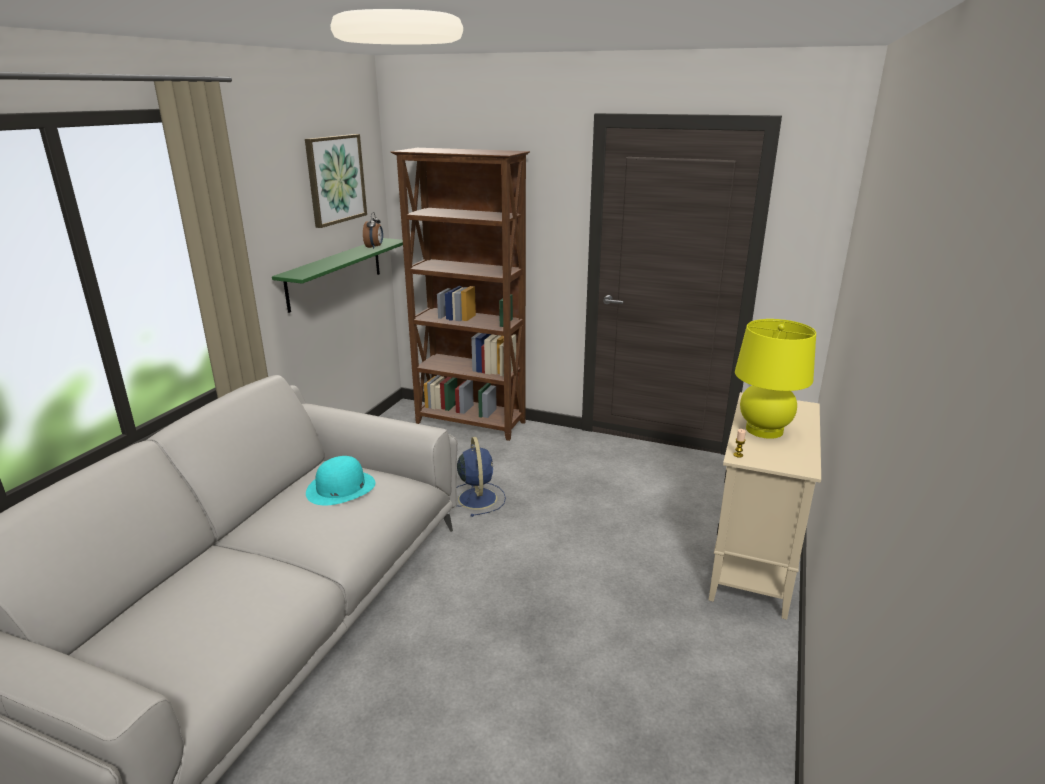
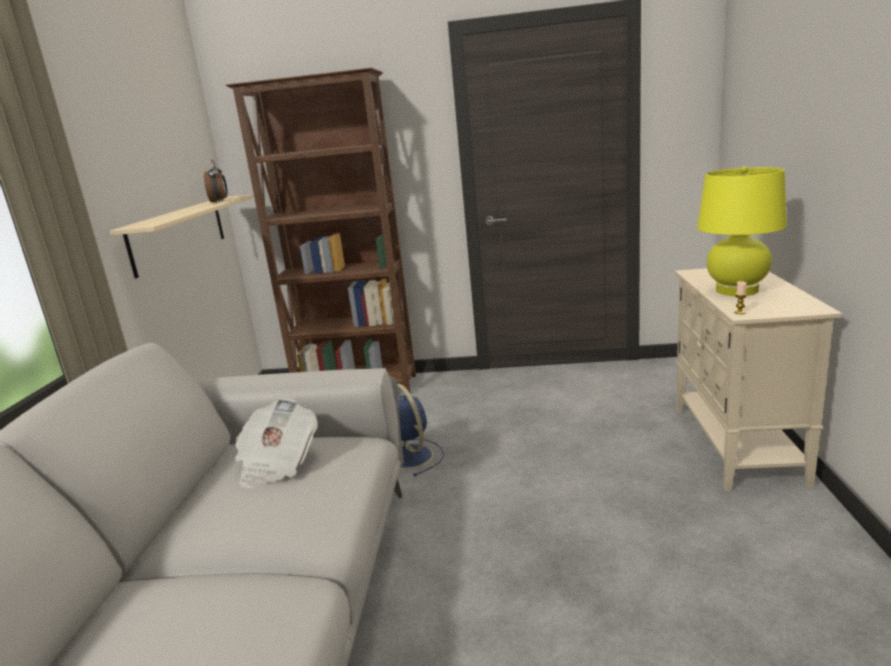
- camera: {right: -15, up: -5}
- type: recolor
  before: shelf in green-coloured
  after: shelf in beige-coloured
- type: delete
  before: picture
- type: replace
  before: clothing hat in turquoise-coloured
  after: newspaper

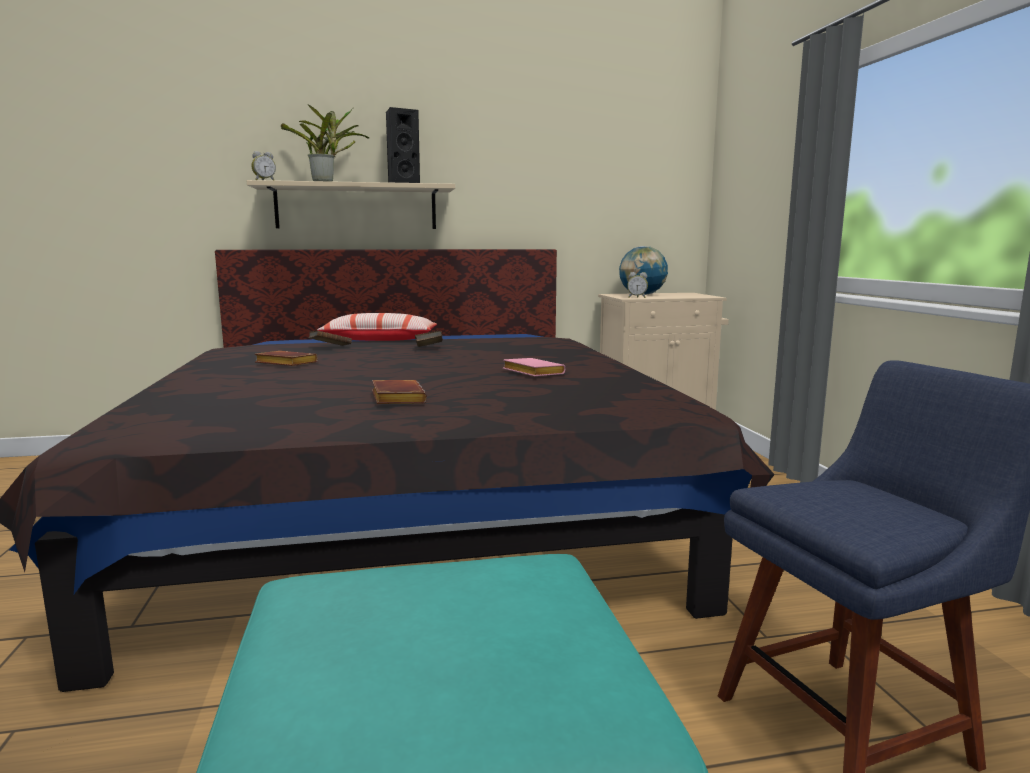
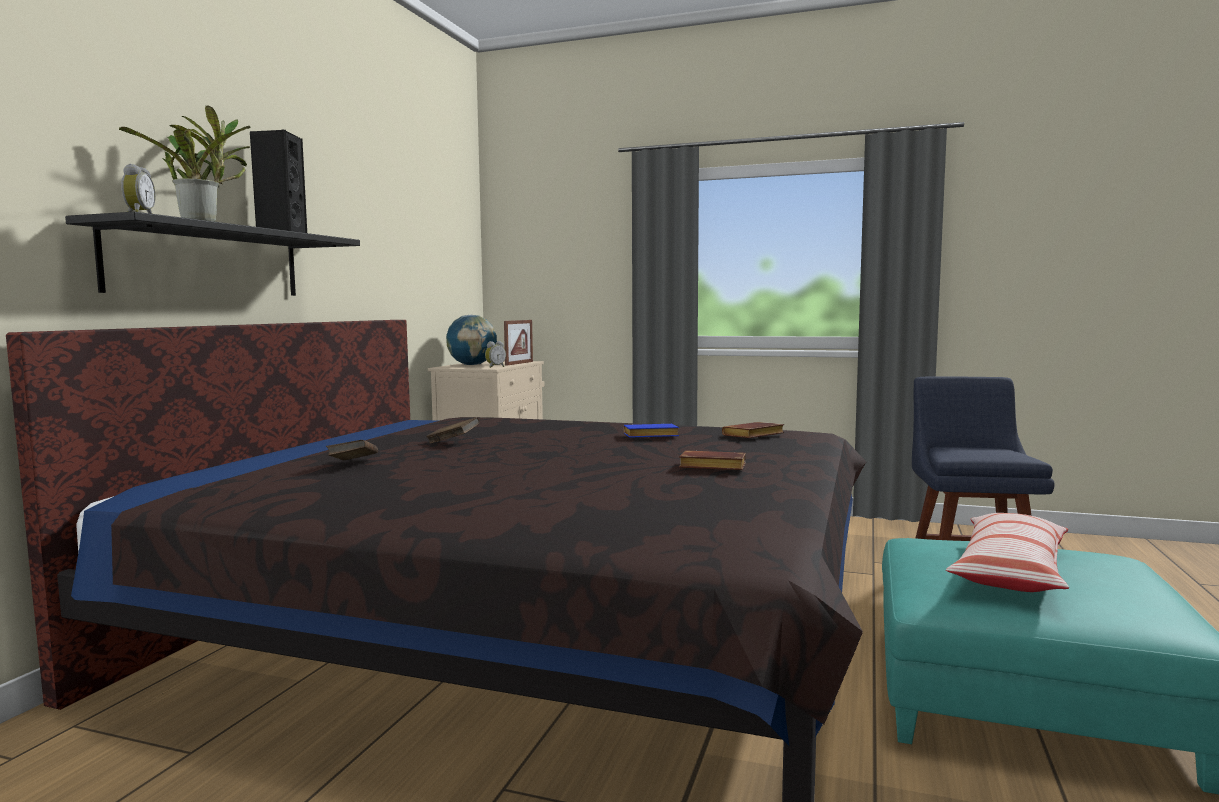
- camera: {right: -60, up: -5}
- type: recolor
  before: shelf in beige-coloured
  after: shelf in black
- type: move
  before: book in brown (1st from left in the first image)
  after: book in brown (4th from left)
- type: move
  before: cushion
- type: recolor
  before: book in pinkish
  after: book in blue
- type: insert
  after: picture frame

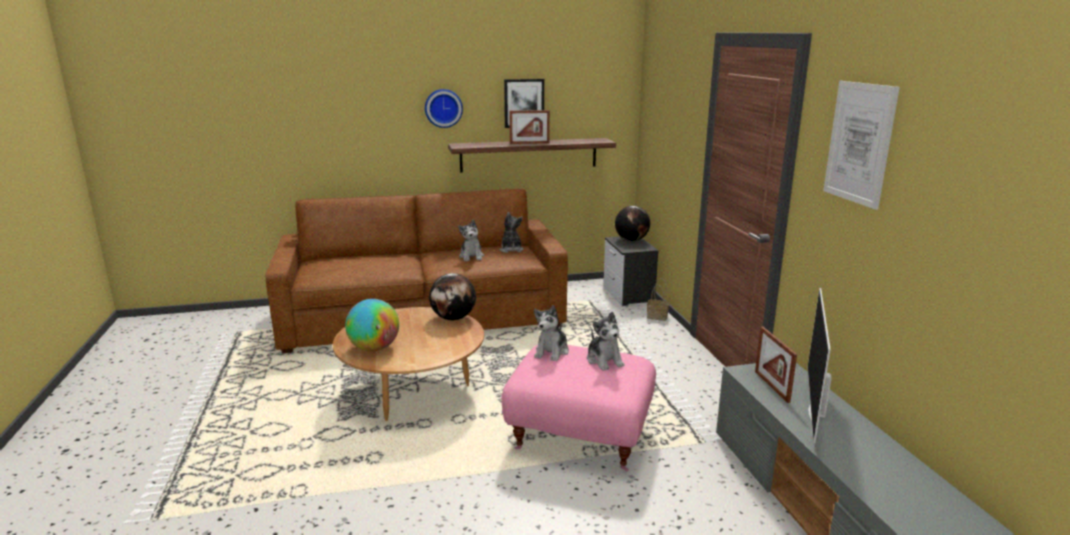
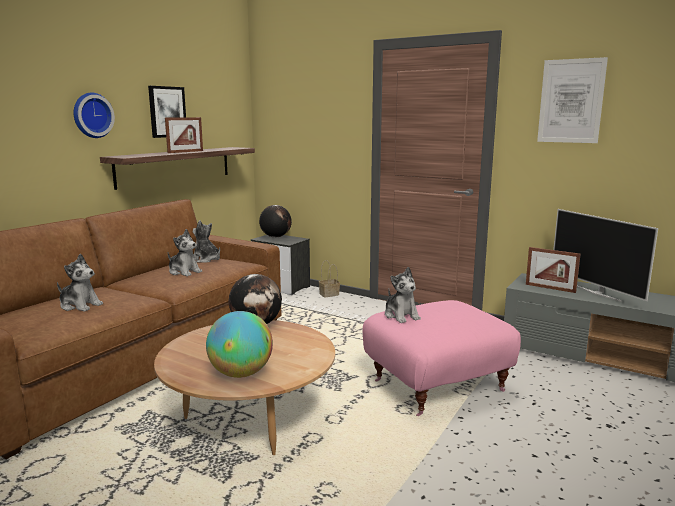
- camera: {right: -45, up: -5}
- type: move
  before: soft toy (4th from left in the first image)
  after: soft toy (1st from left)

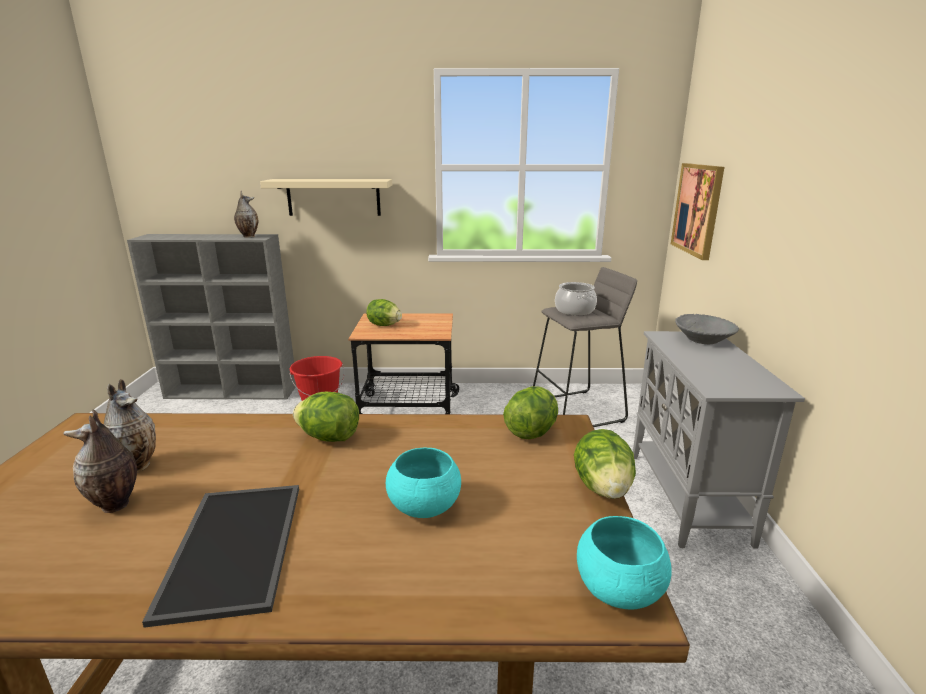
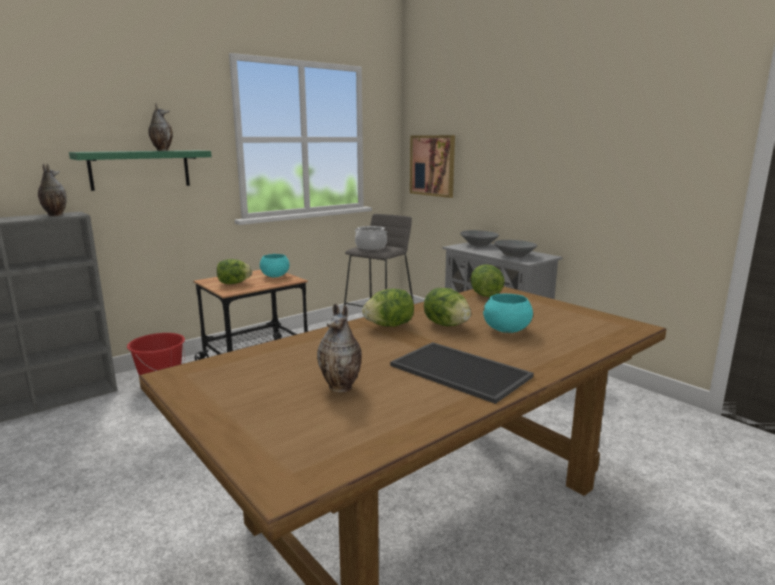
- camera: {right: -40, up: -5}
- type: move
  before: decorative vase (2nd from left)
- type: recolor
  before: shelf in beige-coloured
  after: shelf in green-coloured
- type: move
  before: lettuce head (4th from left in the first image)
  after: lettuce head (3rd from left)
- type: move
  before: bowl in turquoise-coloured (2nd from left in the first image)
  after: bowl in turquoise-coloured (1st from left)
- type: insert
  after: bowl in grey (2nd from left)

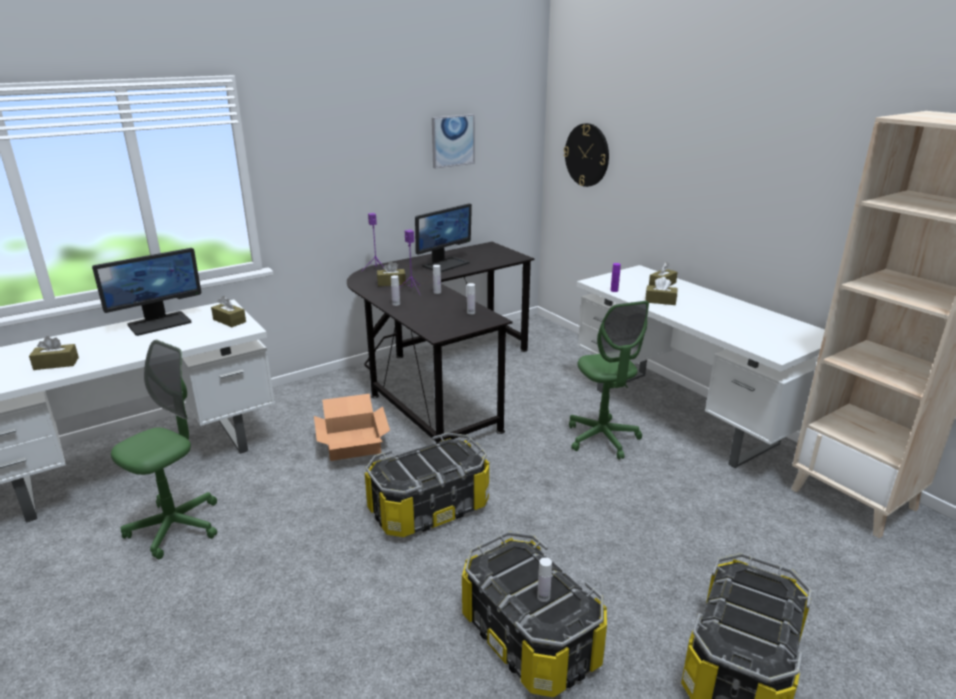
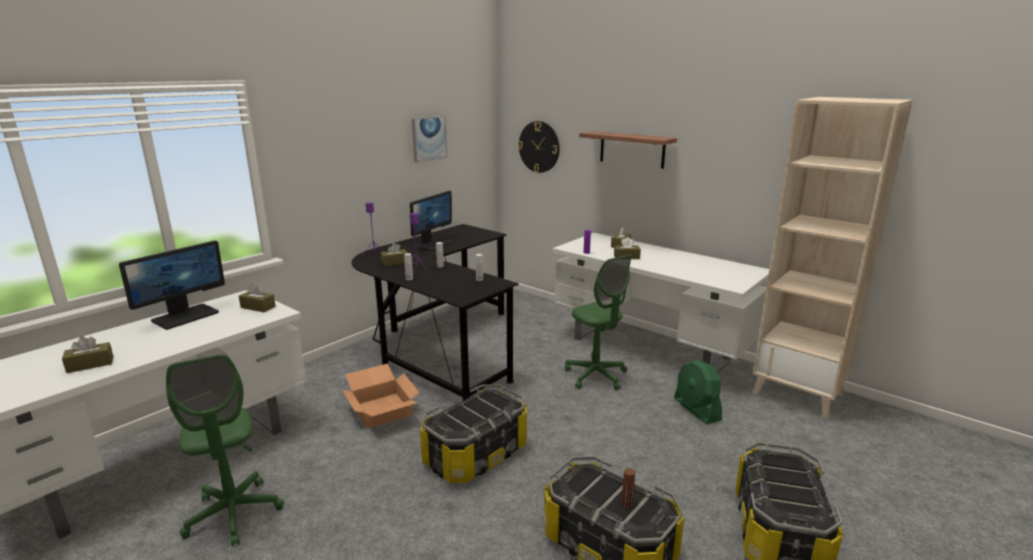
- camera: {right: -15, up: -5}
- type: rotate
  before: desk chair in green-coloured (1st from left)
  turn: 135
- type: recolor
  before: bottle in white-coloured (4th from left)
  after: bottle in brown
- type: insert
  after: shelf
- type: insert
  after: fan in green-coloured

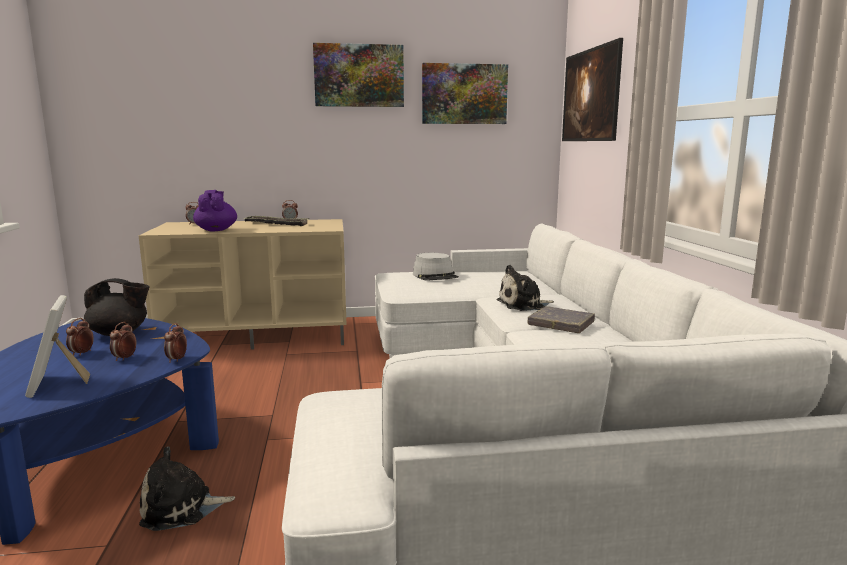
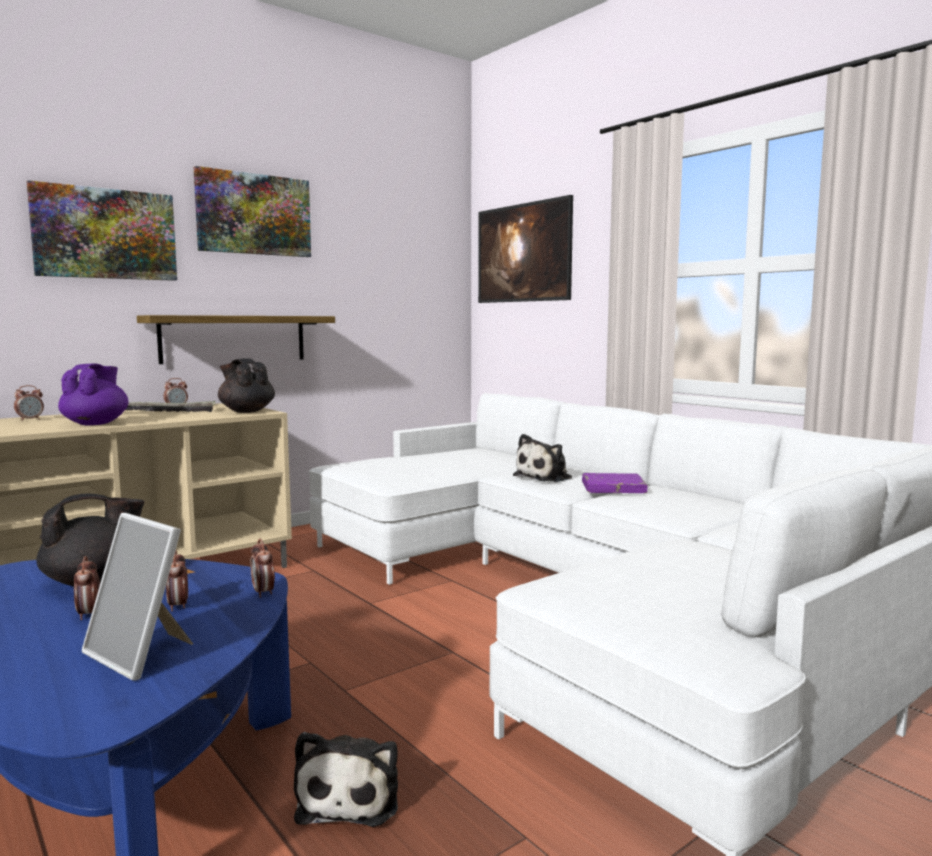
- camera: {right: -30, up: -5}
- type: rotate
  before: soft toy (1st from left)
  turn: -45
- type: rotate
  before: tea pot in purple-coloured
  turn: 45
- type: delete
  before: clothing hat in grey
- type: move
  before: picture (2nd from left in the first image)
  after: picture (1st from left)
- type: recolor
  before: book in grey
  after: book in purple-coloured
- type: insert
  after: shelf
- type: insert
  after: tea pot in black (2nd from left)

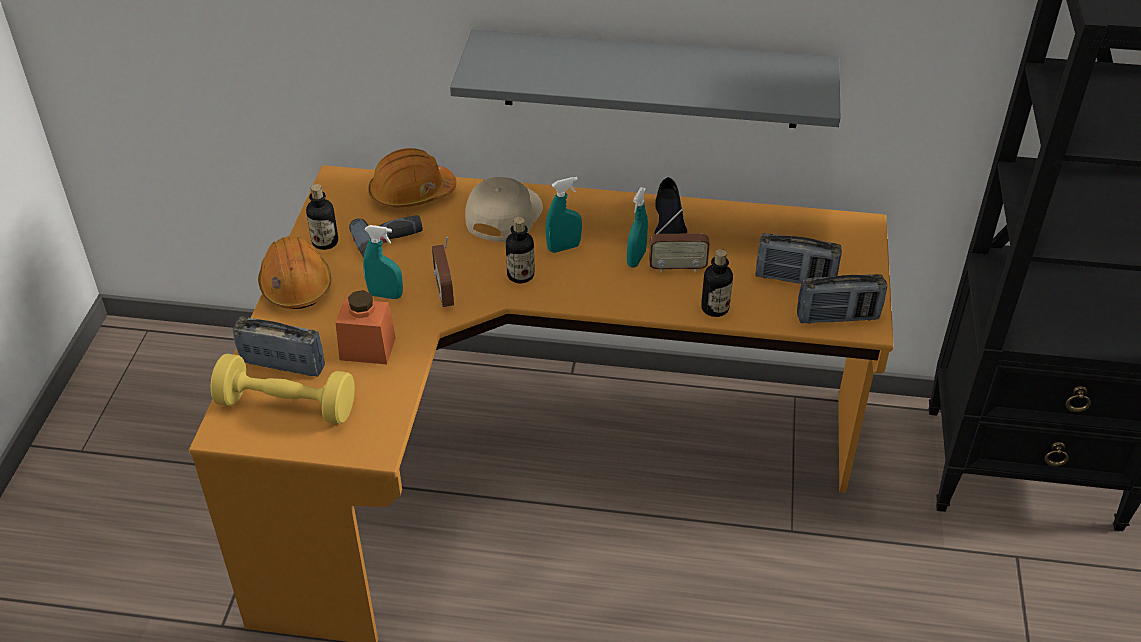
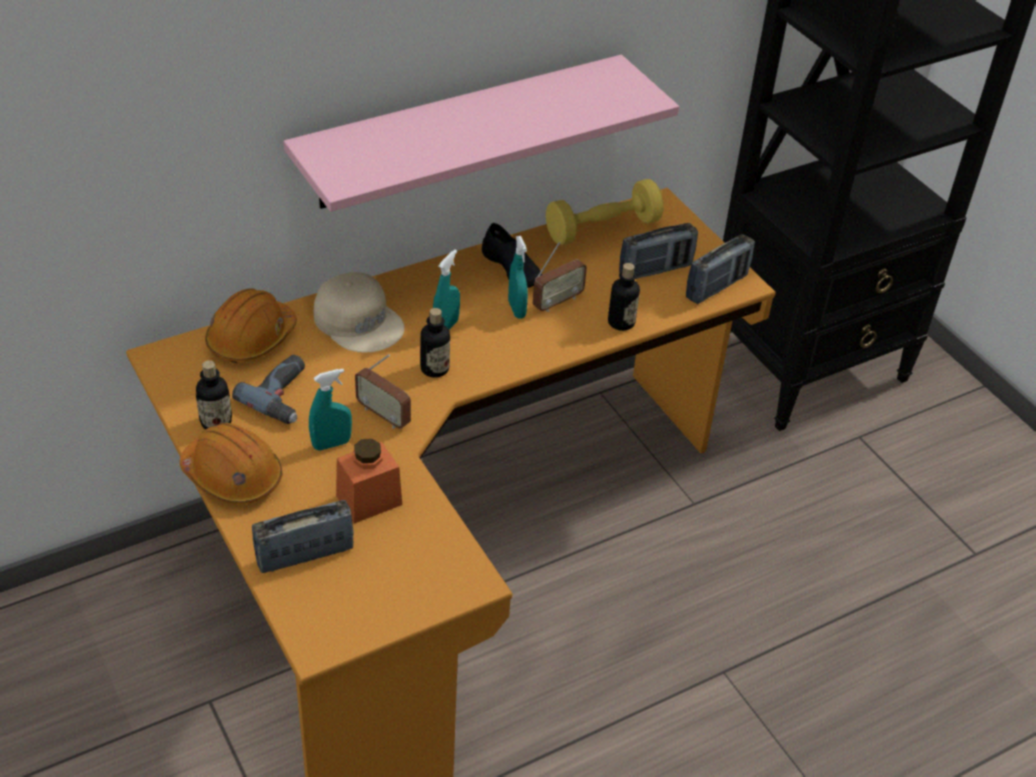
- camera: {right: -40, up: 0}
- type: move
  before: free weight in yellow
- type: recolor
  before: shelf in grey
  after: shelf in pinkish
- type: rotate
  before: baseball cap in beige-coloured
  turn: 150

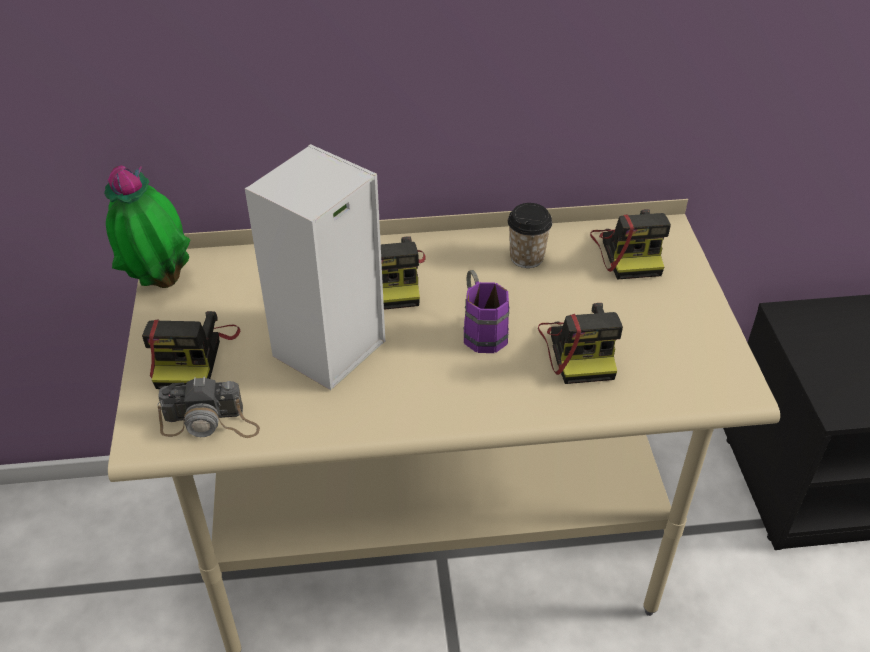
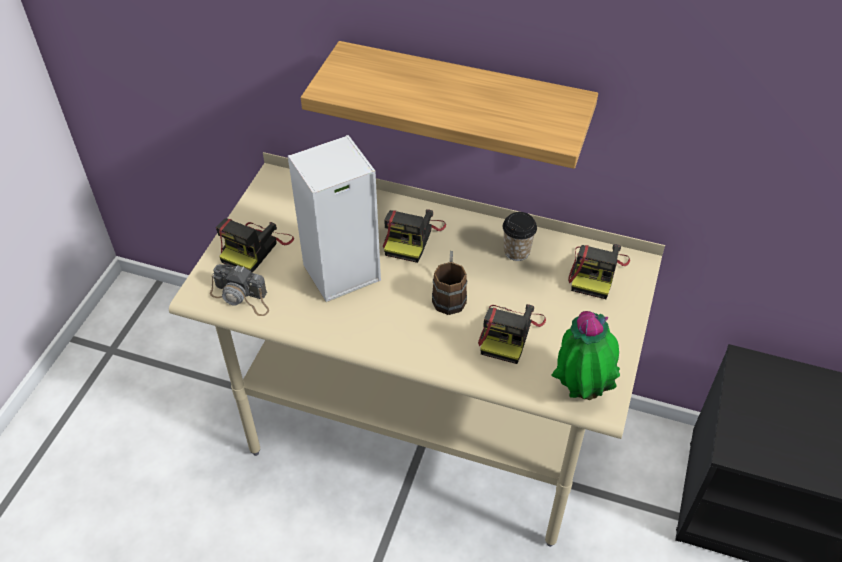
- camera: {right: 25, up: 5}
- type: move
  before: potted plant
- type: recolor
  before: mug in purple-coloured
  after: mug in brown
- type: insert
  after: shelf

